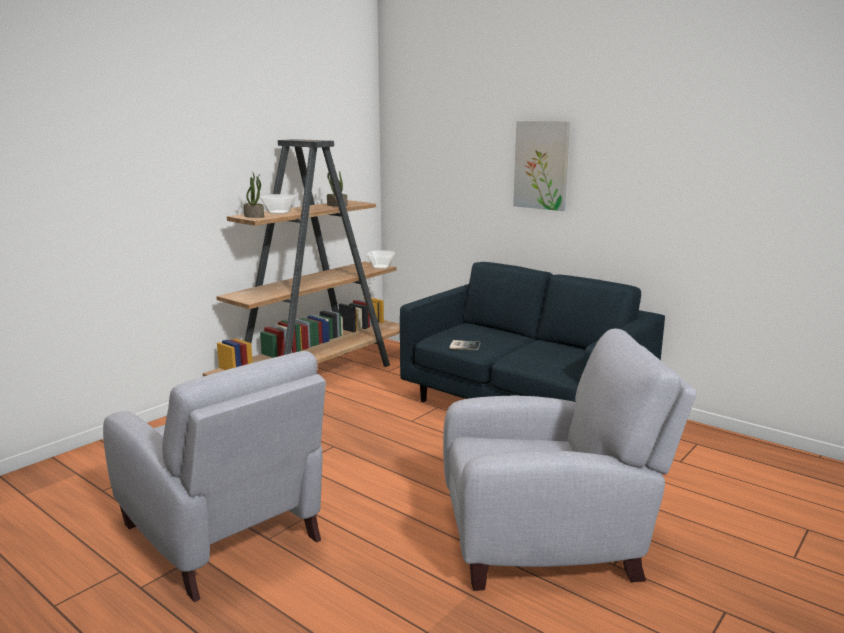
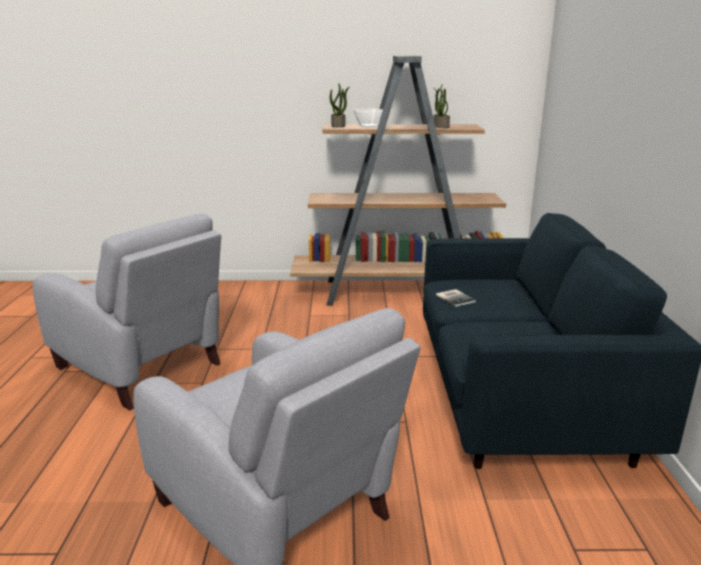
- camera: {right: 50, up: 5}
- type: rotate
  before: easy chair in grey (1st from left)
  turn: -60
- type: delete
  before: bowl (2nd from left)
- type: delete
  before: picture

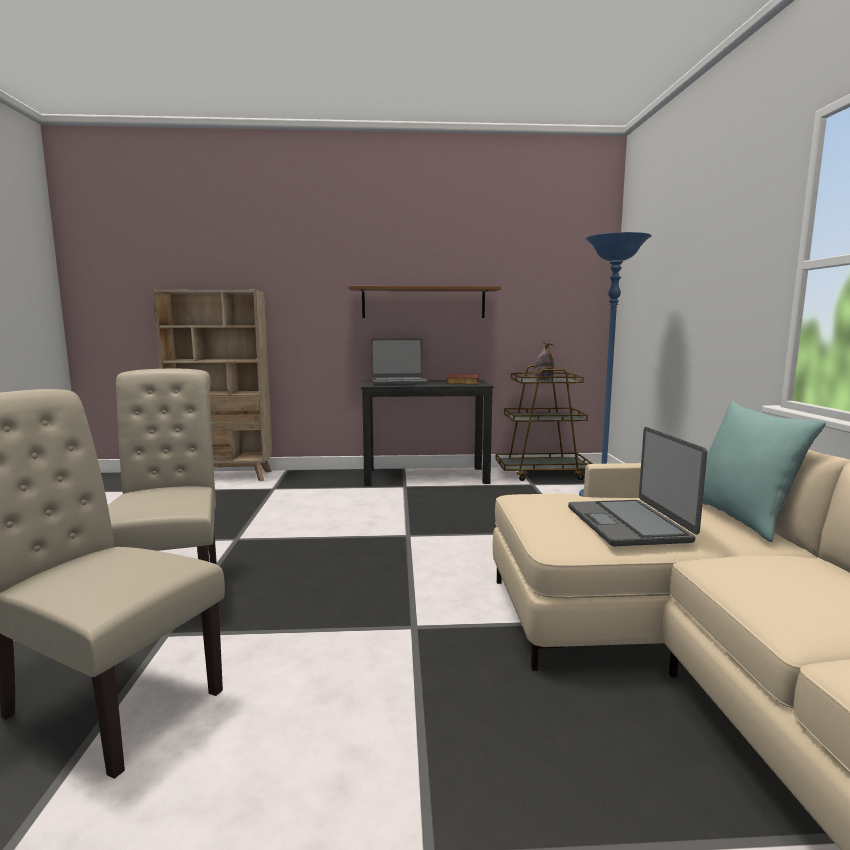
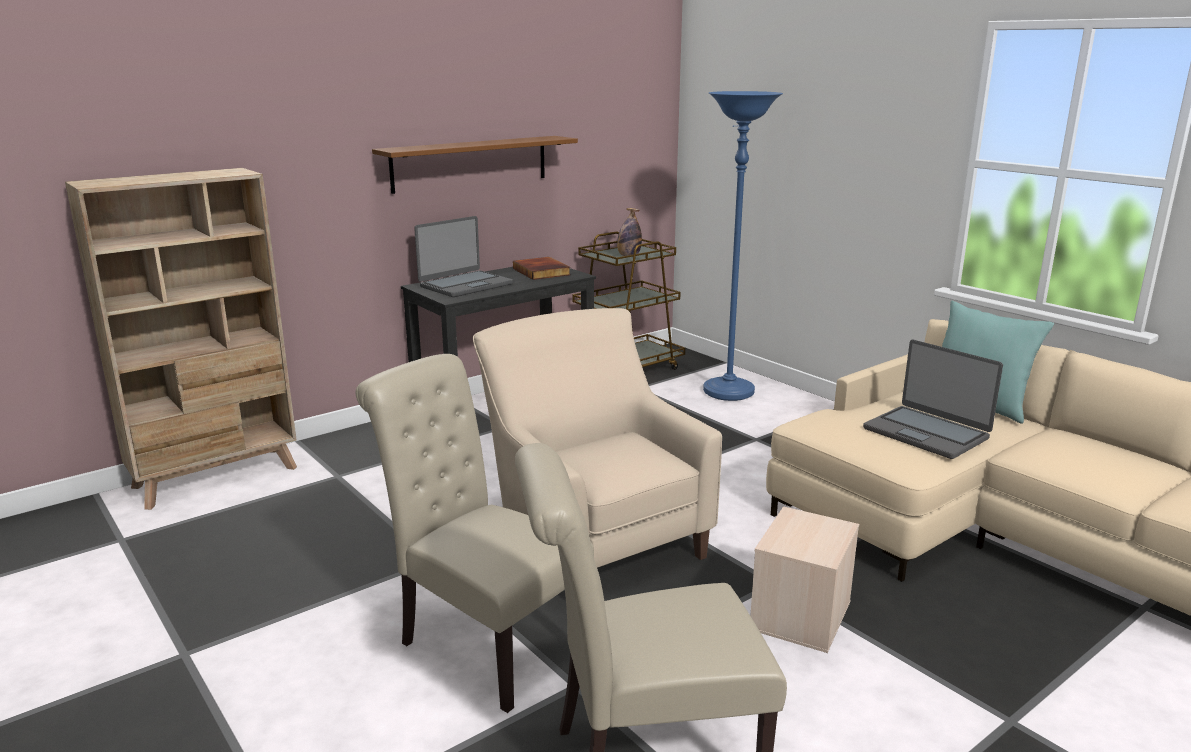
- camera: {right: -35, up: 10}
- type: insert
  after: easy chair in beige-coloured
- type: insert
  after: storage bin in beige-coloured

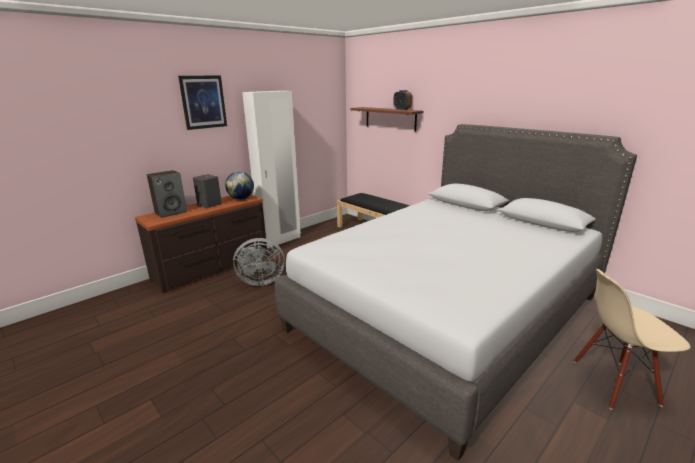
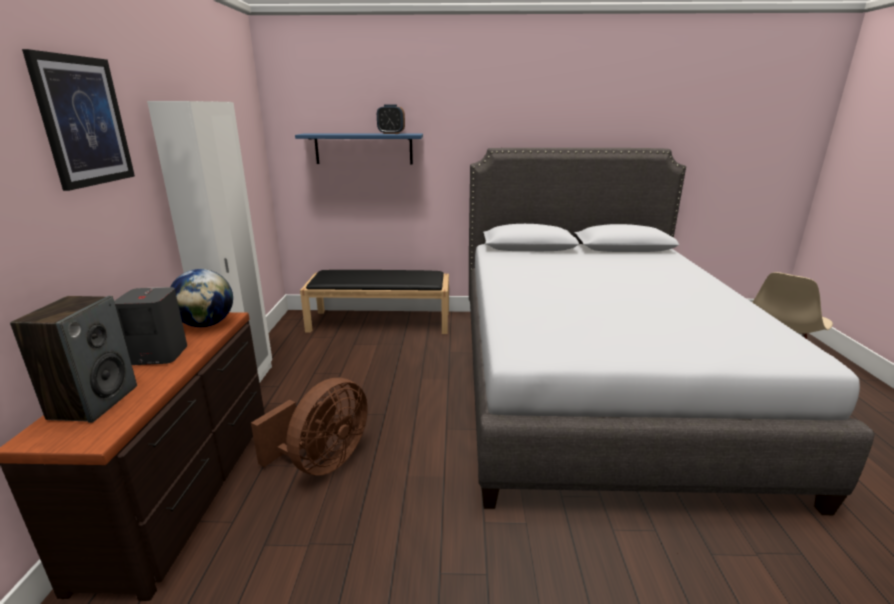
- camera: {right: -45, up: 0}
- type: recolor
  before: fan in grey
  after: fan in brown
- type: recolor
  before: shelf in brown
  after: shelf in blue

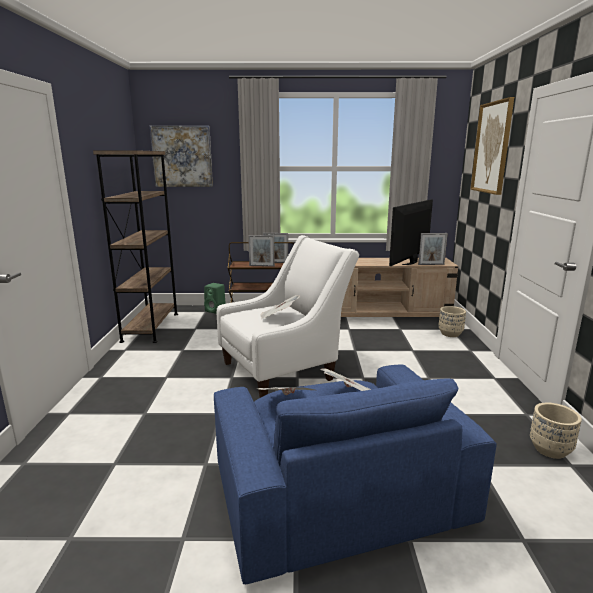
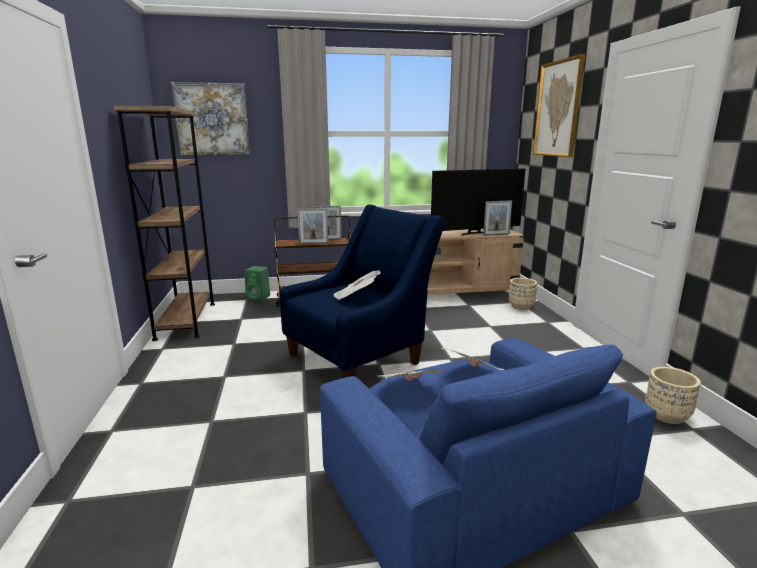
- camera: {right: -10, up: 0}
- type: recolor
  before: easy chair in white-coloured
  after: easy chair in blue (1st from left)
- type: rotate
  before: TV
  turn: -135

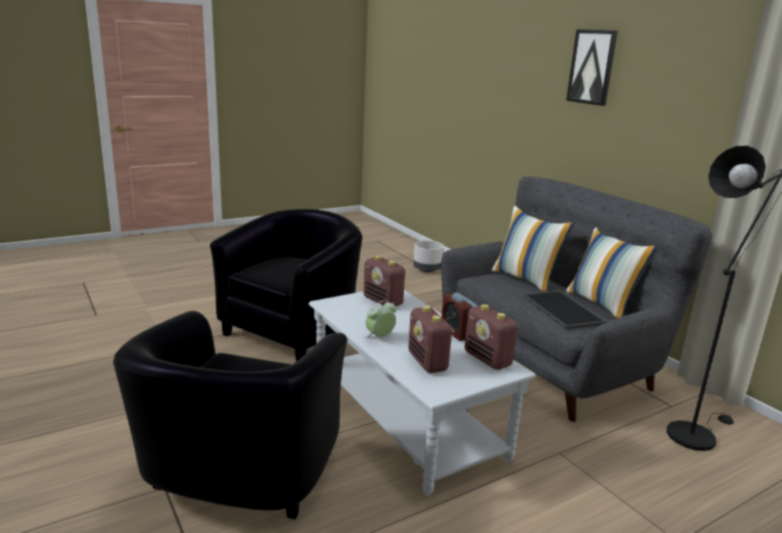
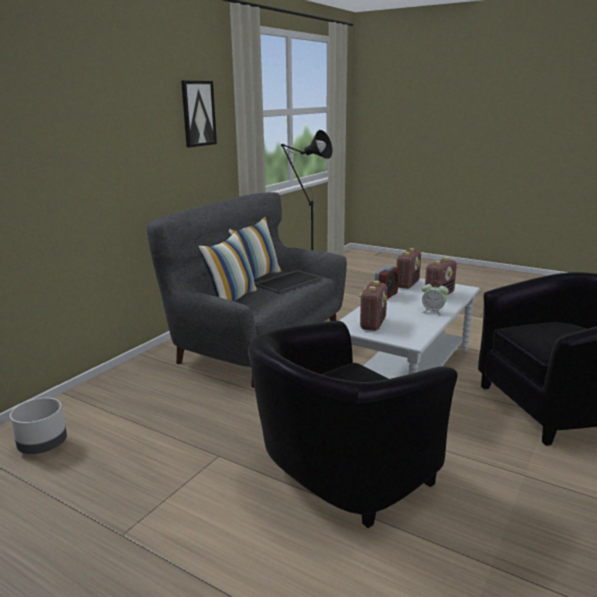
- camera: {right: -115, up: 0}
- type: rotate
  before: easy chair in black (2nd from left in the first image)
  turn: -45
- type: move
  before: picture

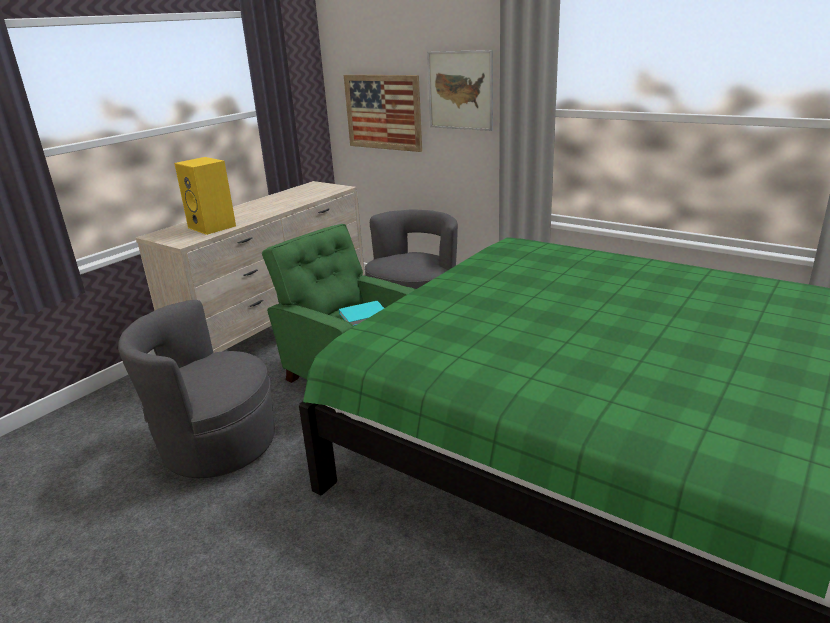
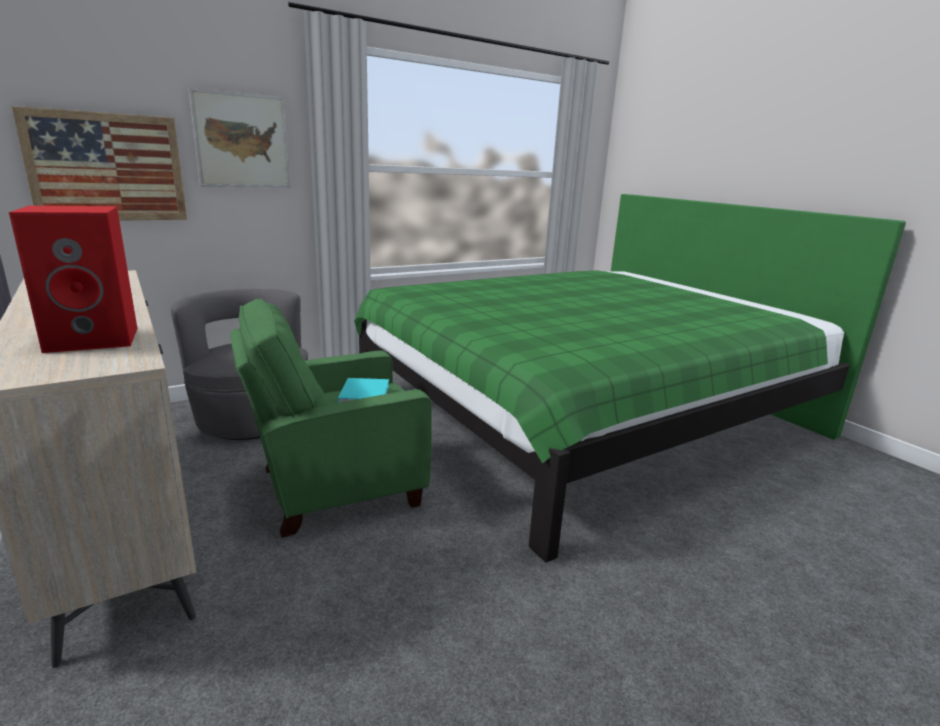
- camera: {right: -70, up: -5}
- type: delete
  before: easy chair in grey (1st from left)
- type: recolor
  before: audio speaker in yellow
  after: audio speaker in reddish

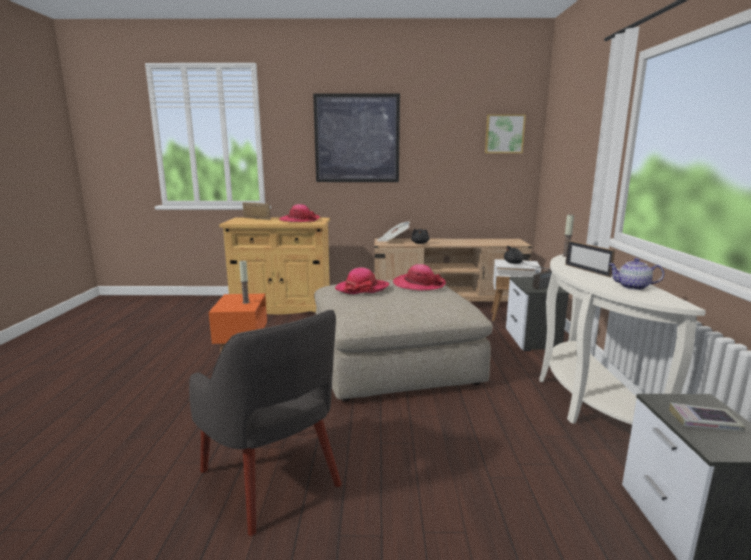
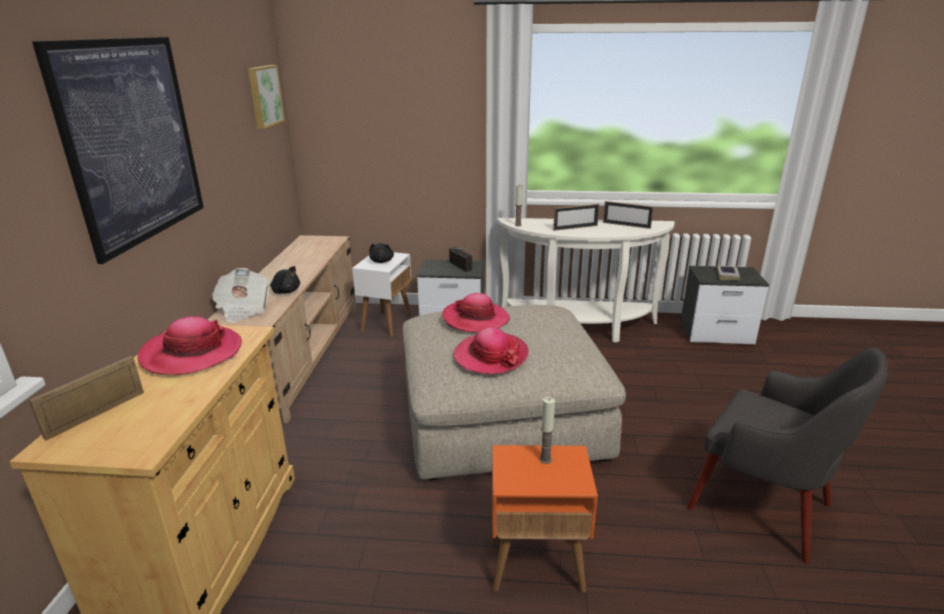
- camera: {right: -85, up: 10}
- type: rotate
  before: easy chair in grey
  turn: 75
- type: replace
  before: tea pot
  after: picture frame (3rd from left)

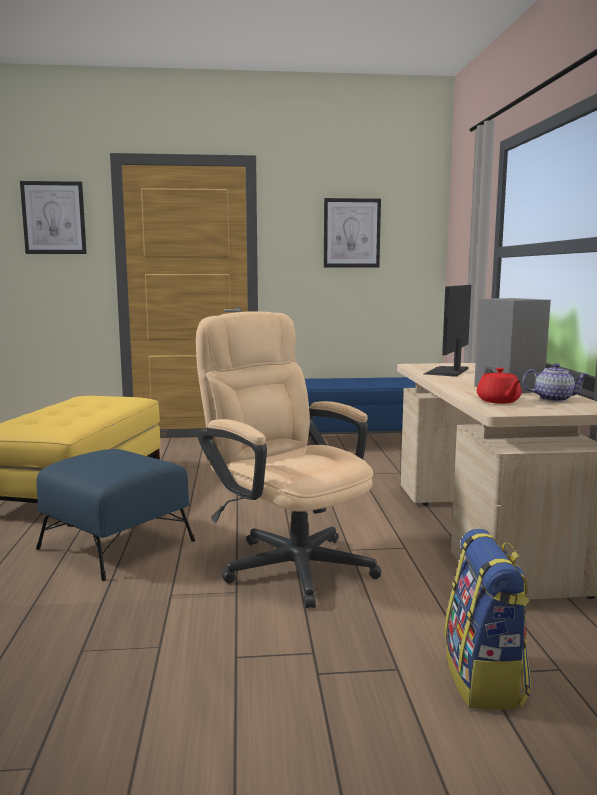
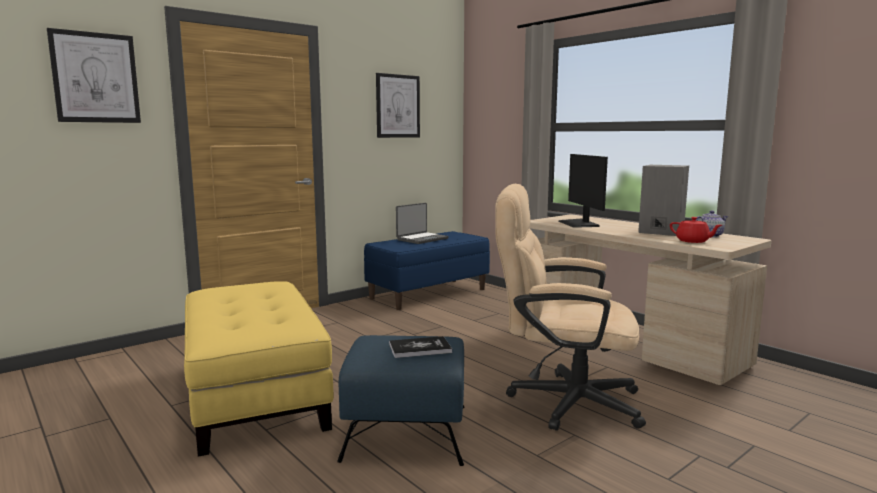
- camera: {right: -35, up: 0}
- type: delete
  before: knapsack
- type: insert
  after: book
- type: insert
  after: notebook computer

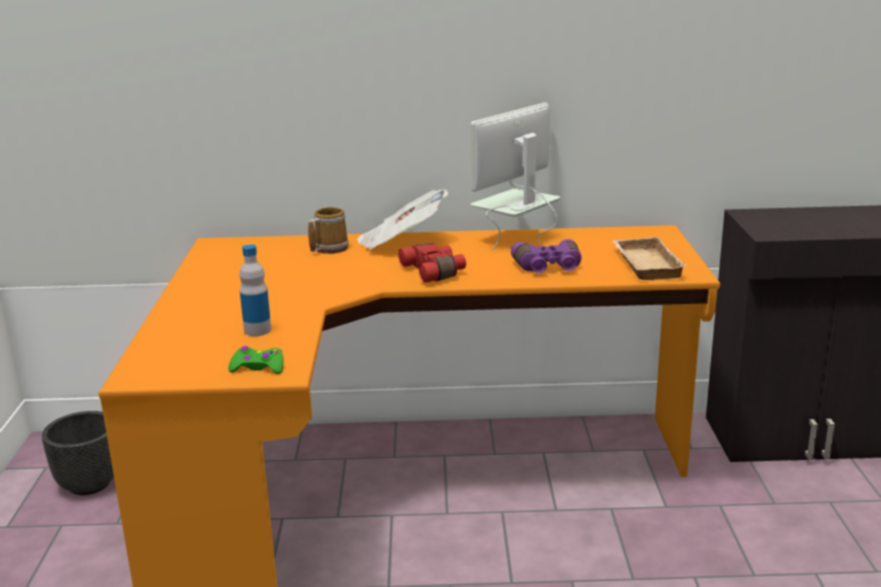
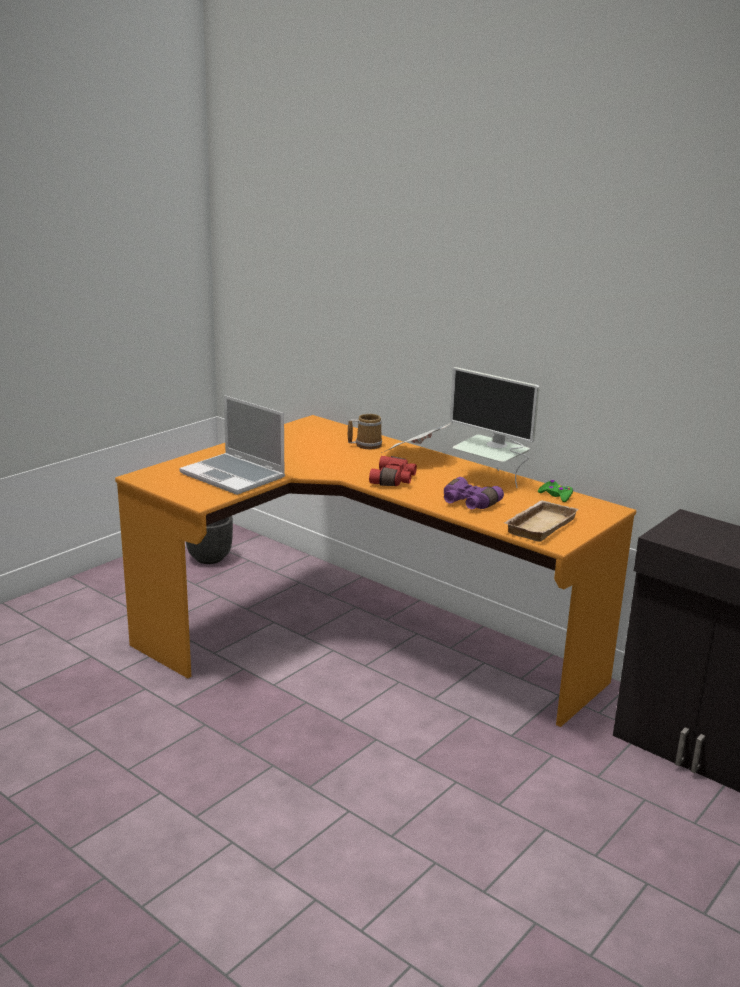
- camera: {right: 40, up: 0}
- type: move
  before: joypad in green-coloured
- type: replace
  before: bottle
  after: notebook computer
- type: rotate
  before: computer screen
  turn: -135

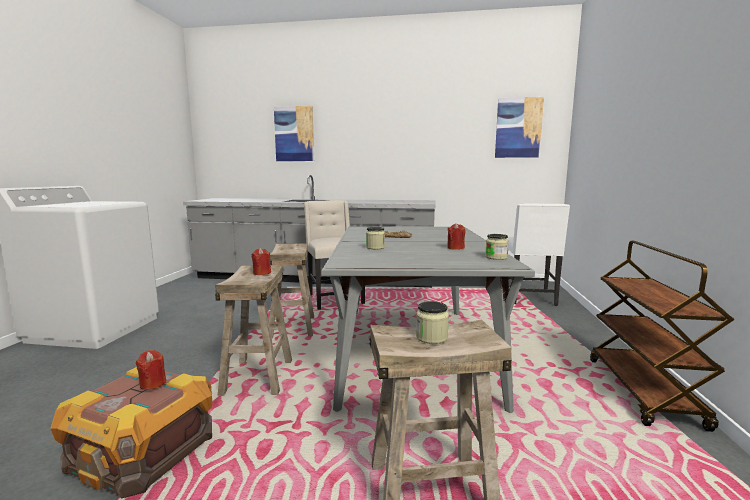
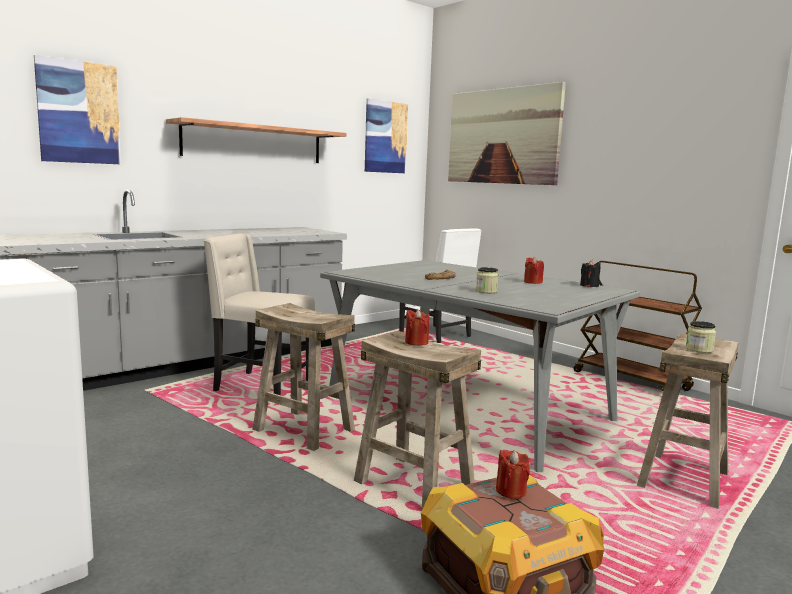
- camera: {right: -50, up: 0}
- type: replace
  before: storage jar (3rd from left)
  after: candle in black
- type: insert
  after: shelf
- type: insert
  after: picture (3rd from left)

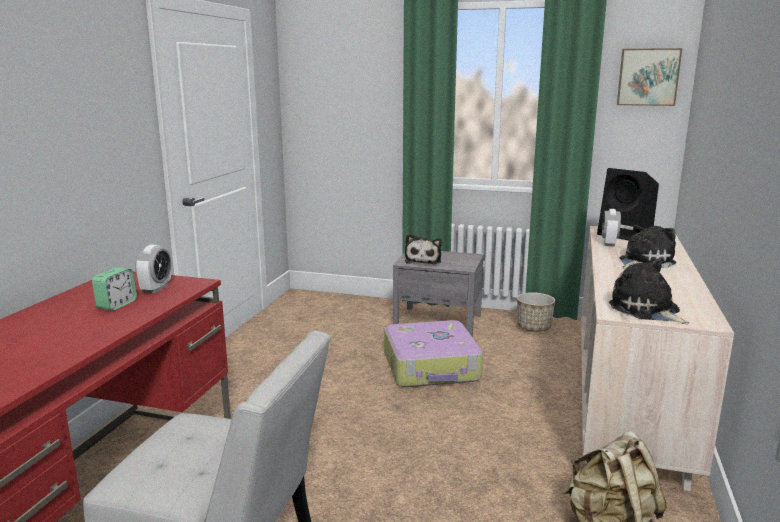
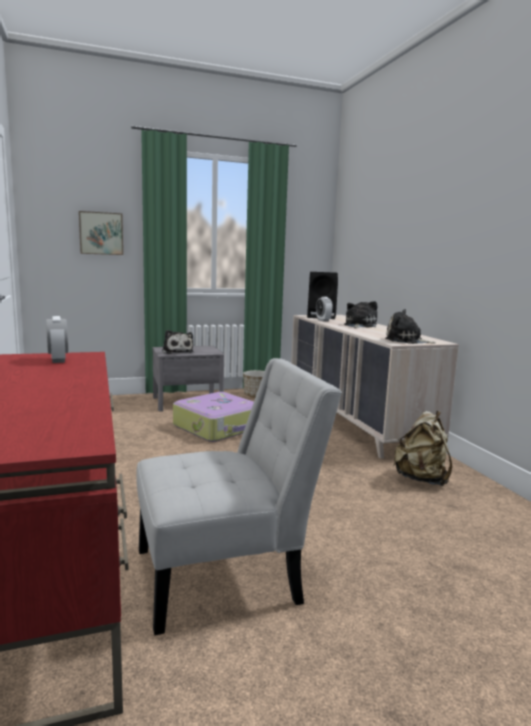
- camera: {right: -35, up: -5}
- type: delete
  before: table clock (1st from left)
- type: move
  before: picture

